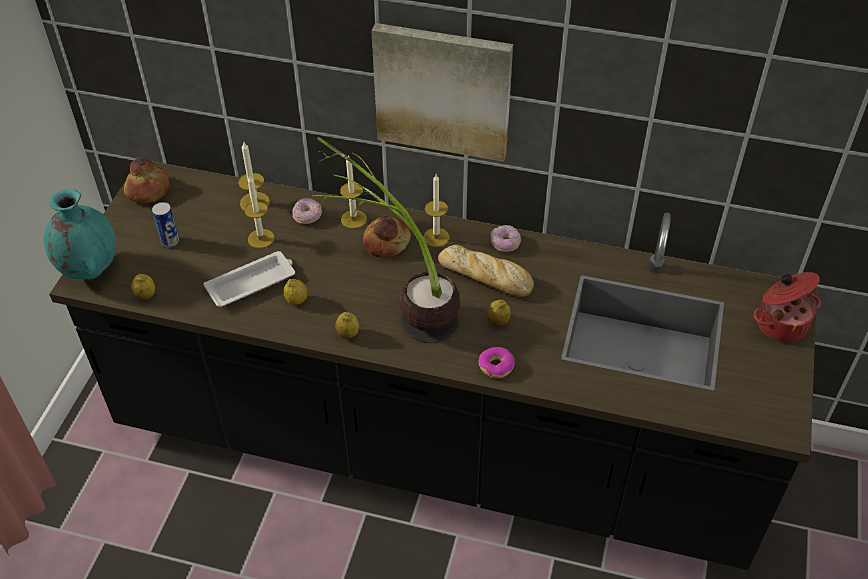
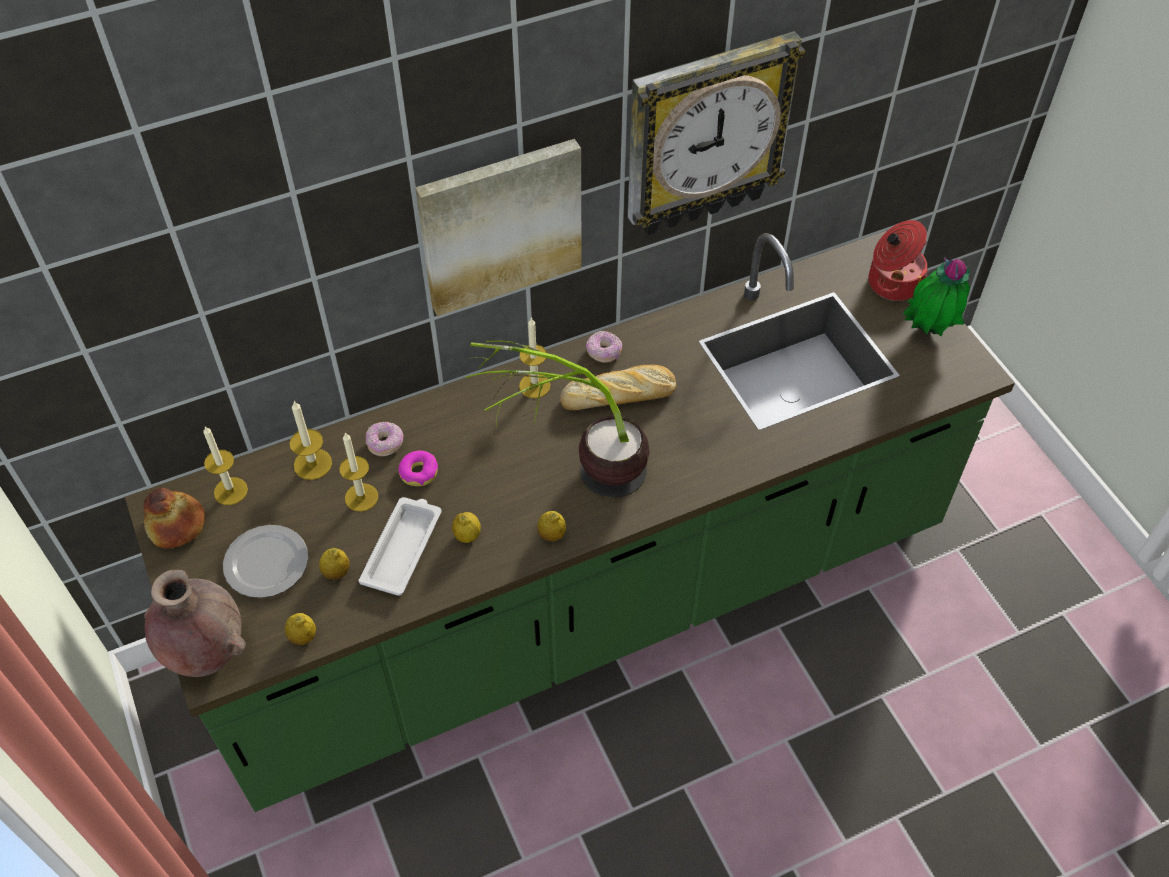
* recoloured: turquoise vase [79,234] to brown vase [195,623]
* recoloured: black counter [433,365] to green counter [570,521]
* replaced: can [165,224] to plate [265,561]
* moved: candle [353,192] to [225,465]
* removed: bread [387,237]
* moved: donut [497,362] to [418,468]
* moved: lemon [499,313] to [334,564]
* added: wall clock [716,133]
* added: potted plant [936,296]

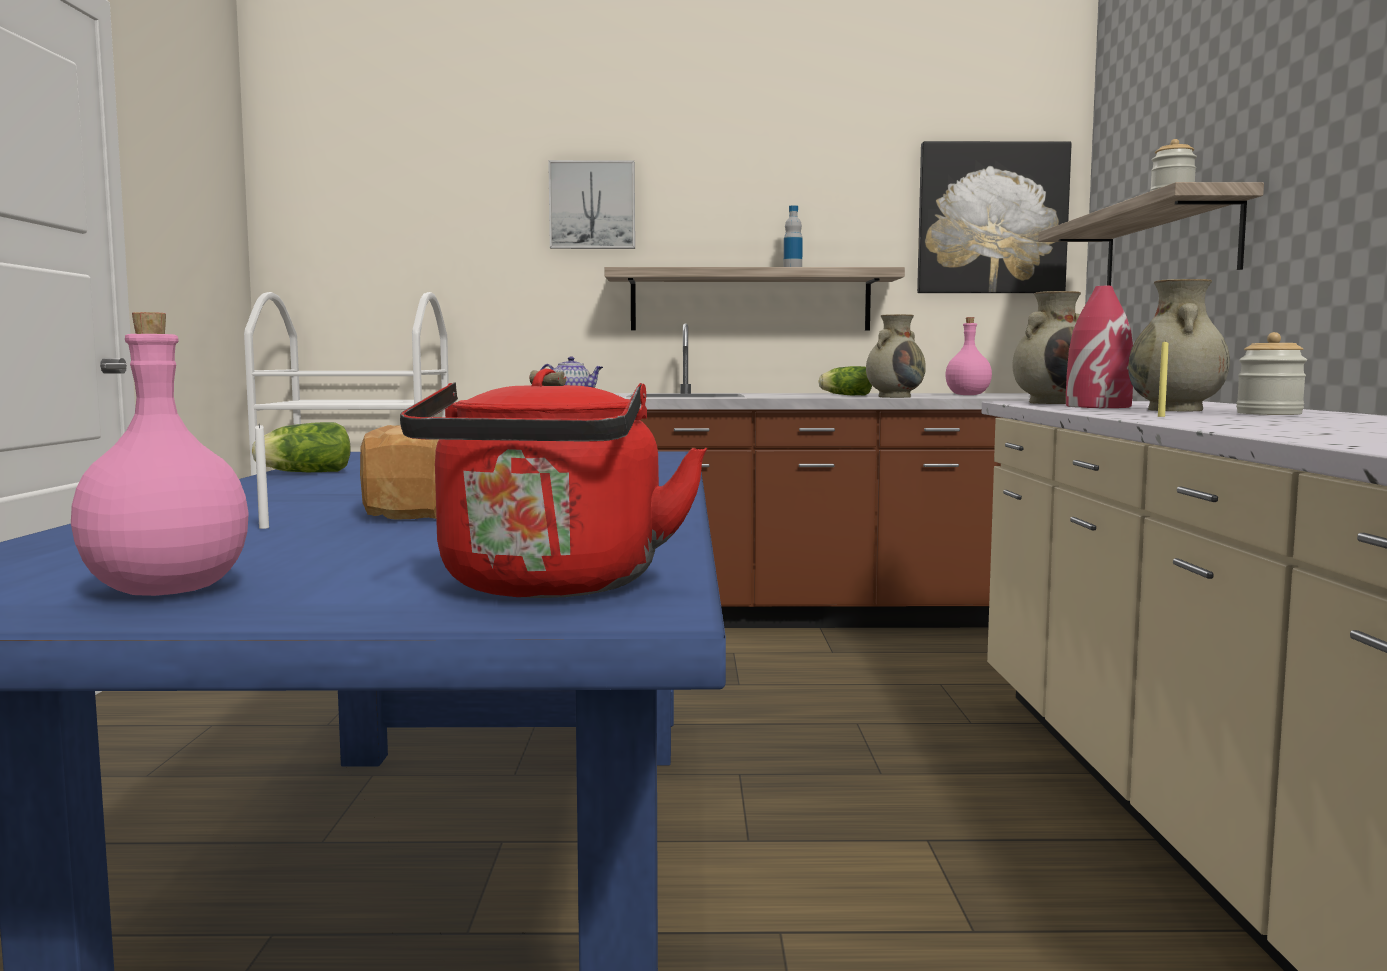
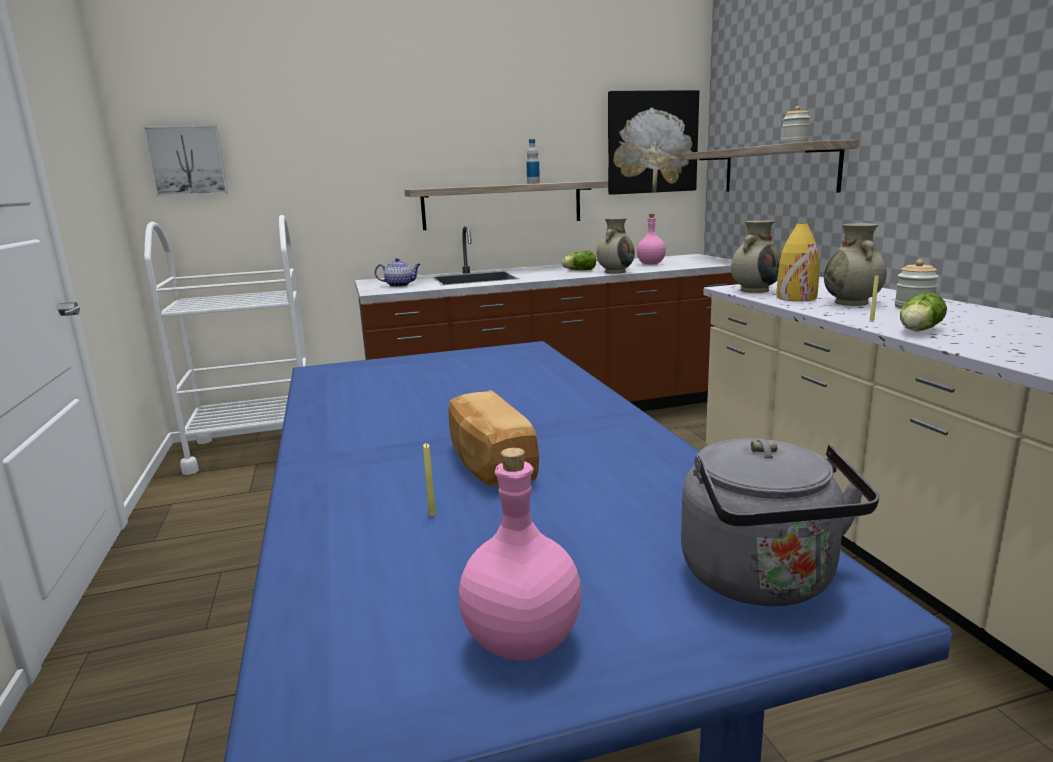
* moved: lettuce [301,447] to [923,311]
* recoloured: white candle [262,476] to yellow candle [429,479]
* recoloured: red kettle [553,483] to grey kettle [780,522]
* moved: picture [591,204] to [185,161]
* recoloured: red vase [1099,347] to yellow vase [798,262]

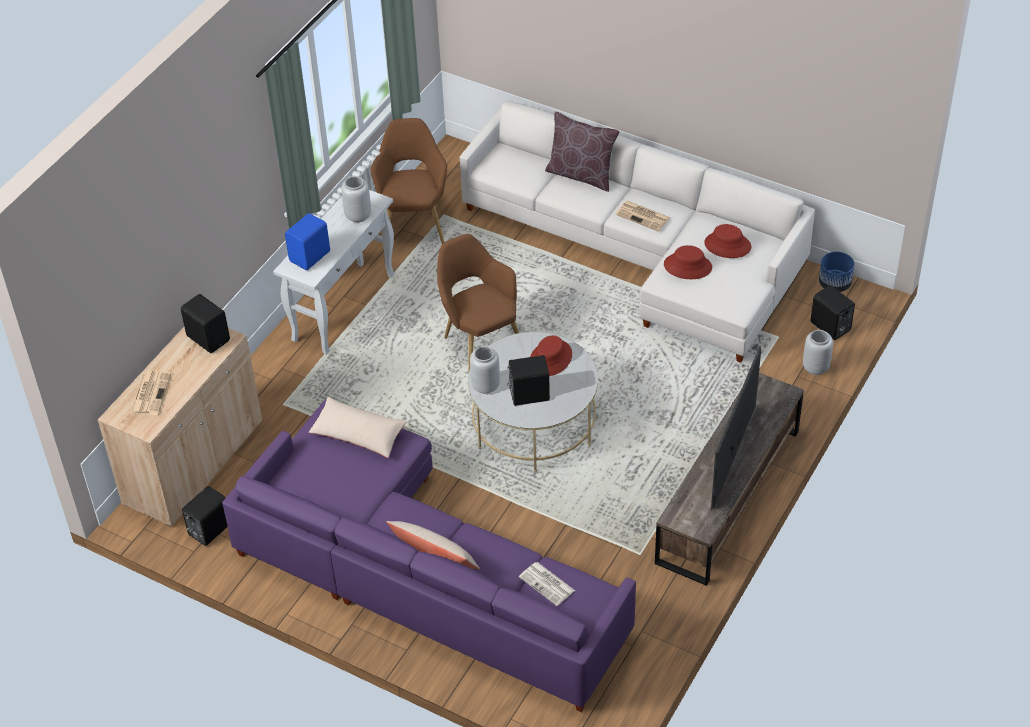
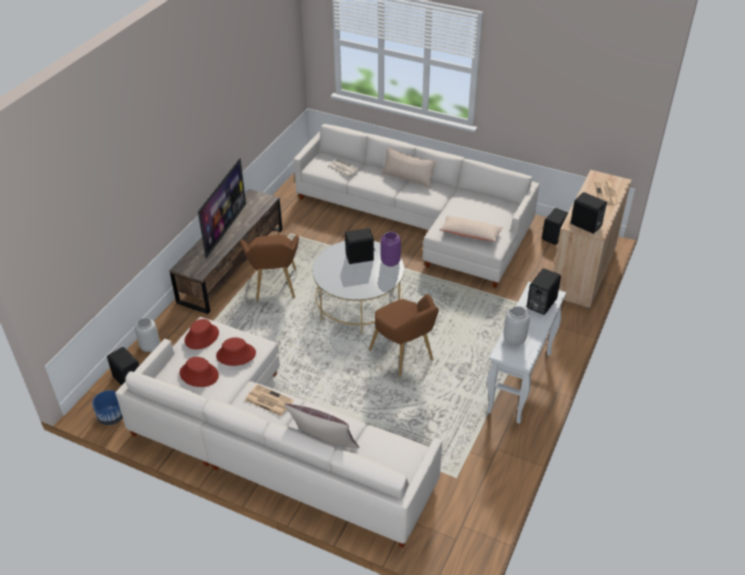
* recoloured: purple sofa [429,555] to white sofa [416,206]
* recoloured: blue speaker [307,241] to black speaker [544,292]
* moved: brown armchair [409,181] to [269,268]
* recoloured: grey vase [485,370] to purple vase [391,249]
* moved: red hat [551,355] to [201,334]

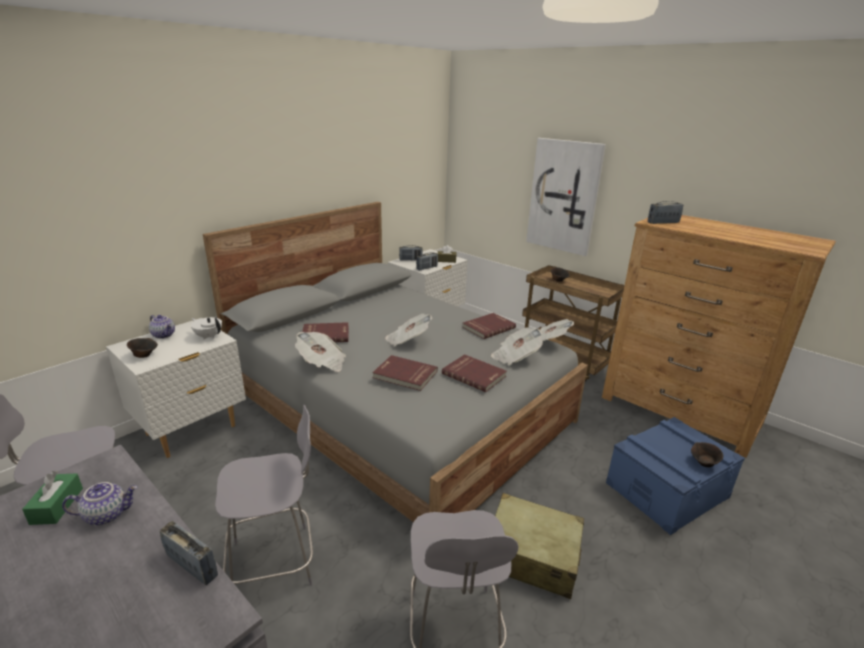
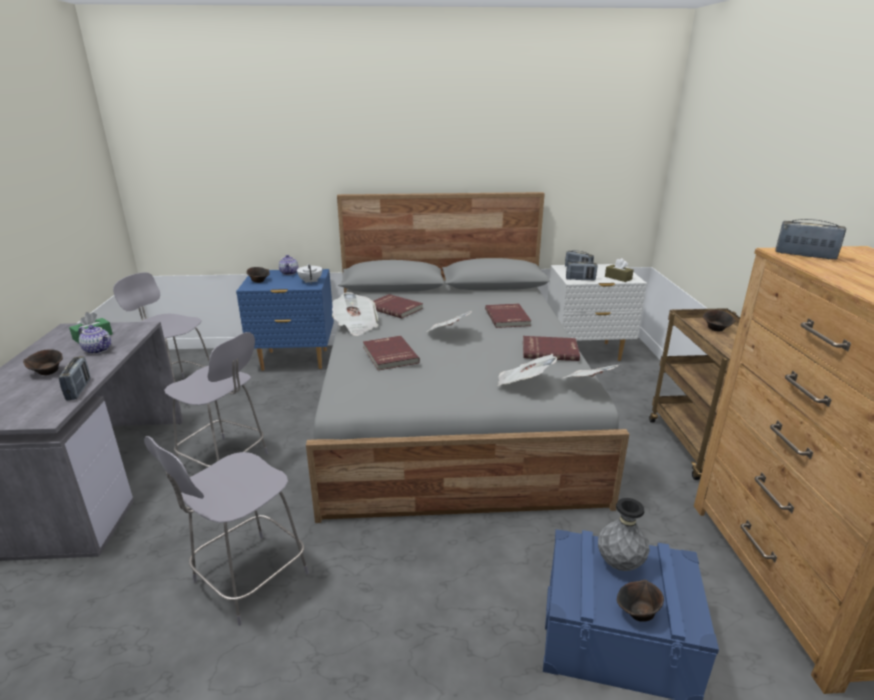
* recoloured: white nightstand [176,388] to blue nightstand [285,320]
* moved: red book [474,373] to [508,315]
* removed: beige suitcase [539,546]
* removed: picture [566,197]
* added: brown bowl [43,362]
* added: grey vase [624,534]

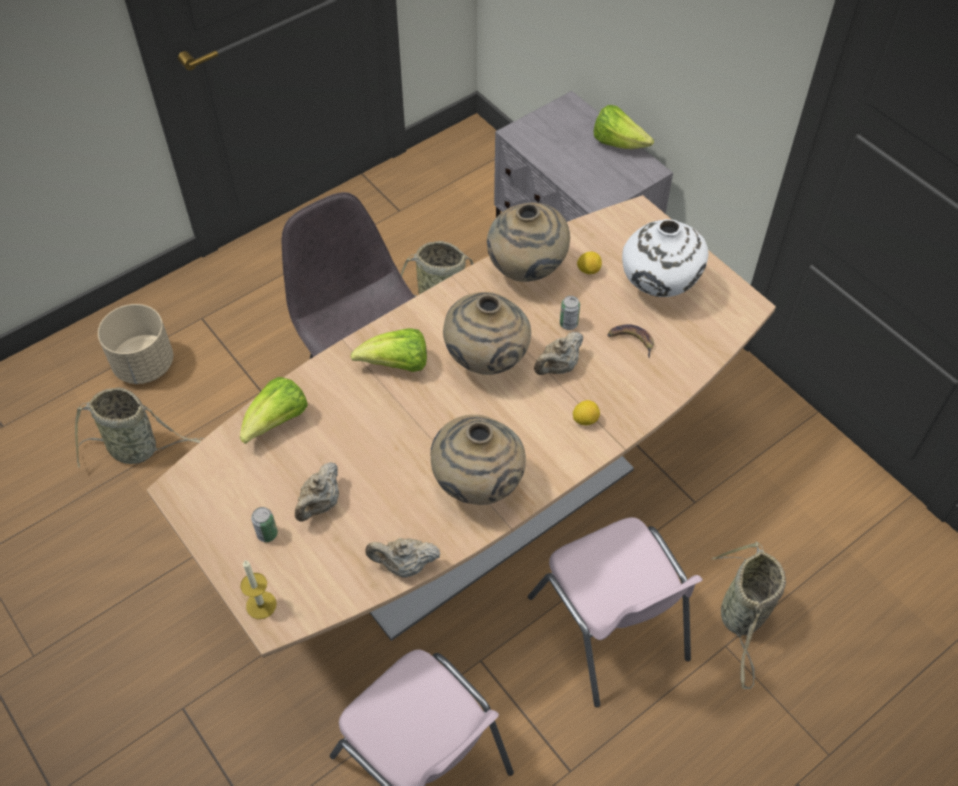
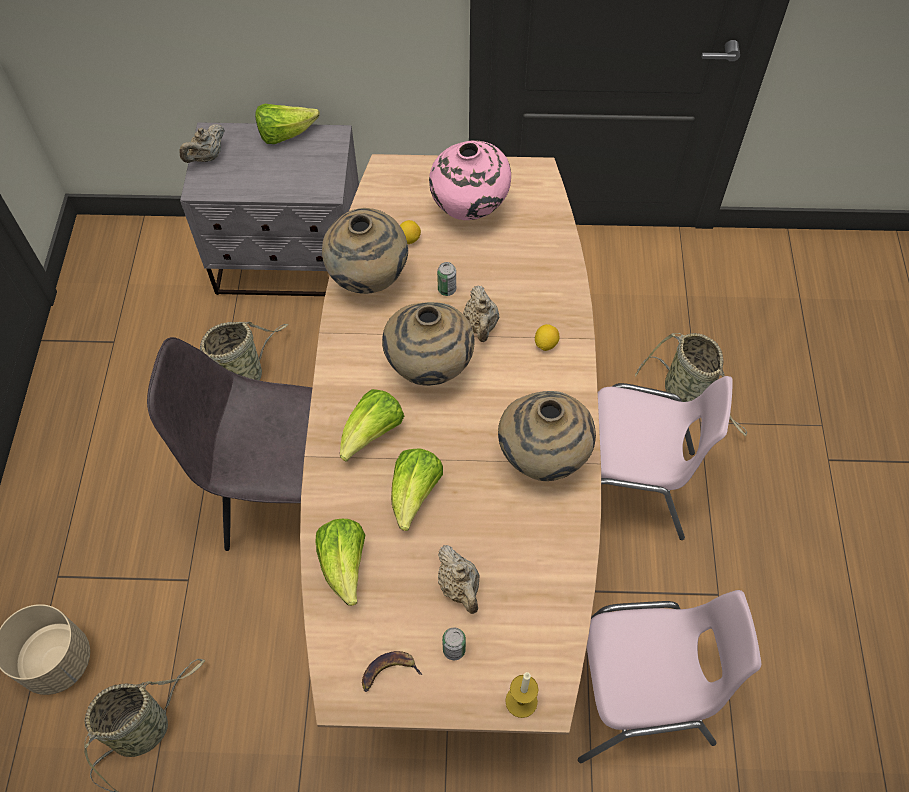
* moved: beige teapot [403,558] to [202,143]
* moved: banana [630,341] to [392,671]
* recoloured: white vase [665,258] to pink vase [470,180]
* added: lettuce [417,489]

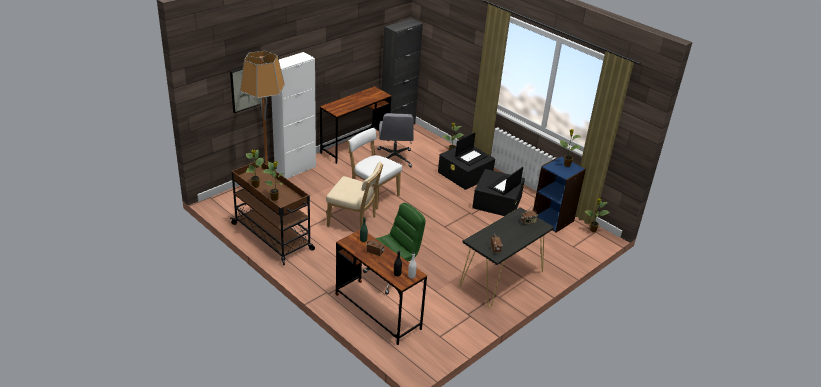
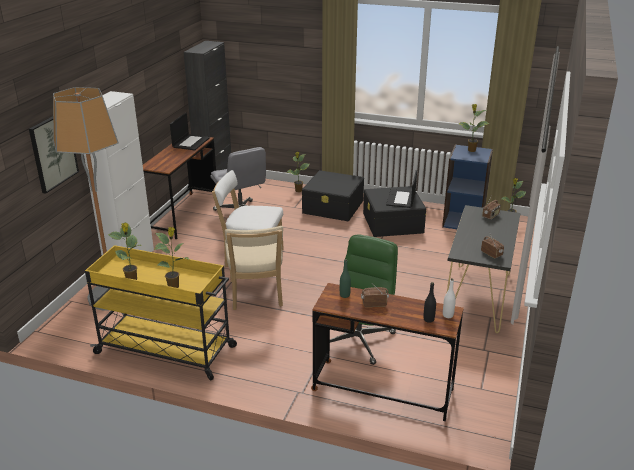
* recoloured: brown cart [272,213] to yellow cart [161,312]
* turned: beige chair [354,195] = [254,268] 90 degrees clockwise
* moved: laptop [471,149] to [190,131]

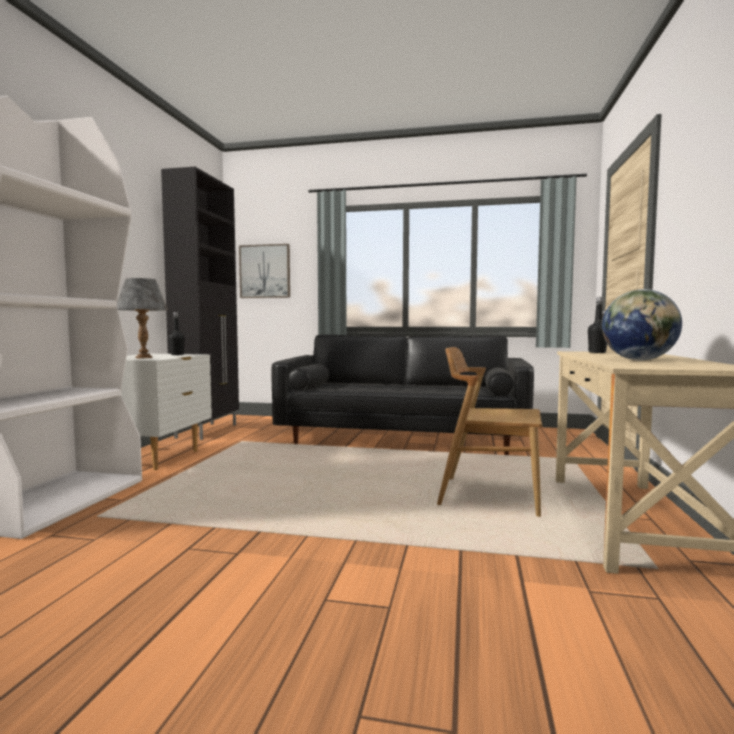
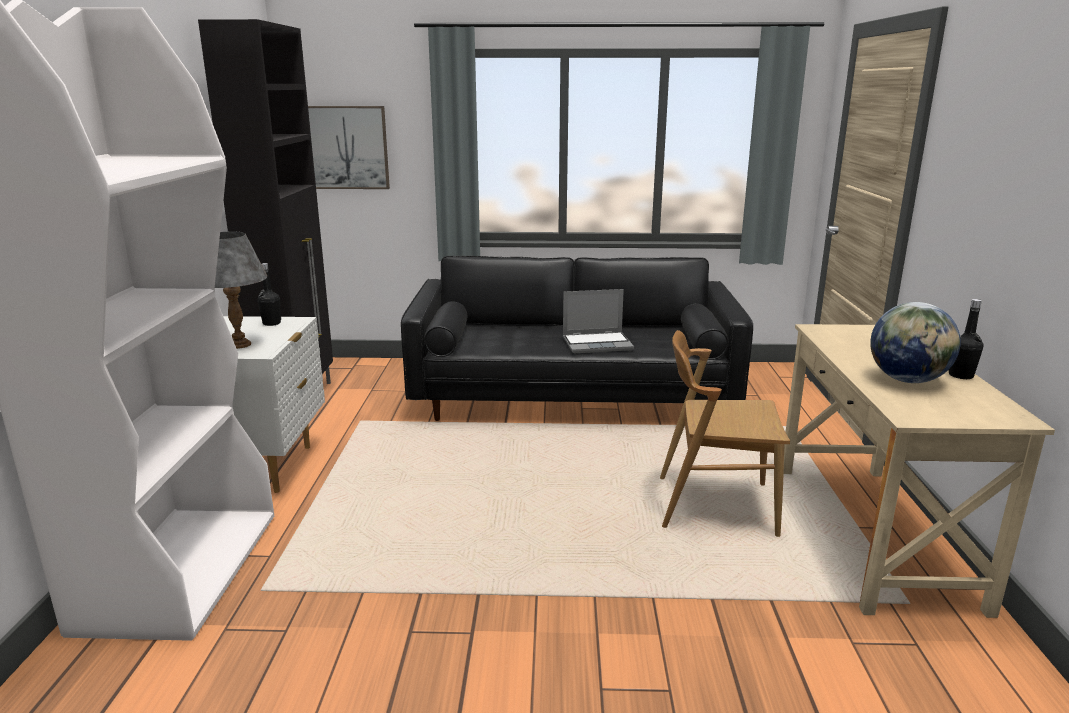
* moved: black bottle [597,325] to [965,339]
* added: laptop [598,321]

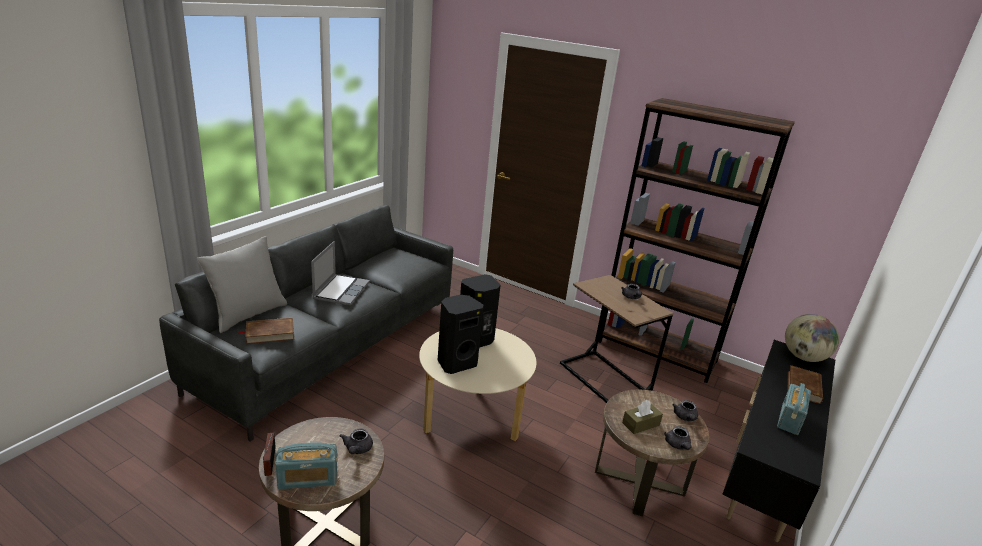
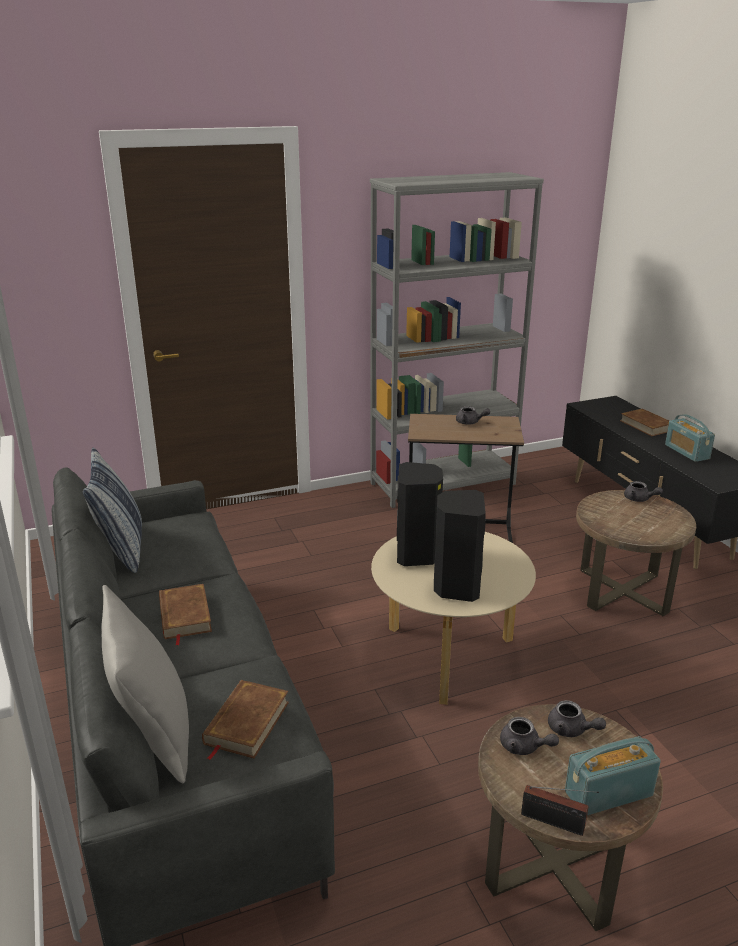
* turned: radio [306,465] = [613,775] 135 degrees counterclockwise
* replaced: laptop [340,273] to brown book [185,615]
* recoloured: brown bookcase [696,240] to grey bookcase [457,340]
* removed: brown tissue box [642,417]
* moved: grey teapot [678,438] to [529,736]
* removed: globe [812,338]
* added: pillow [112,510]

